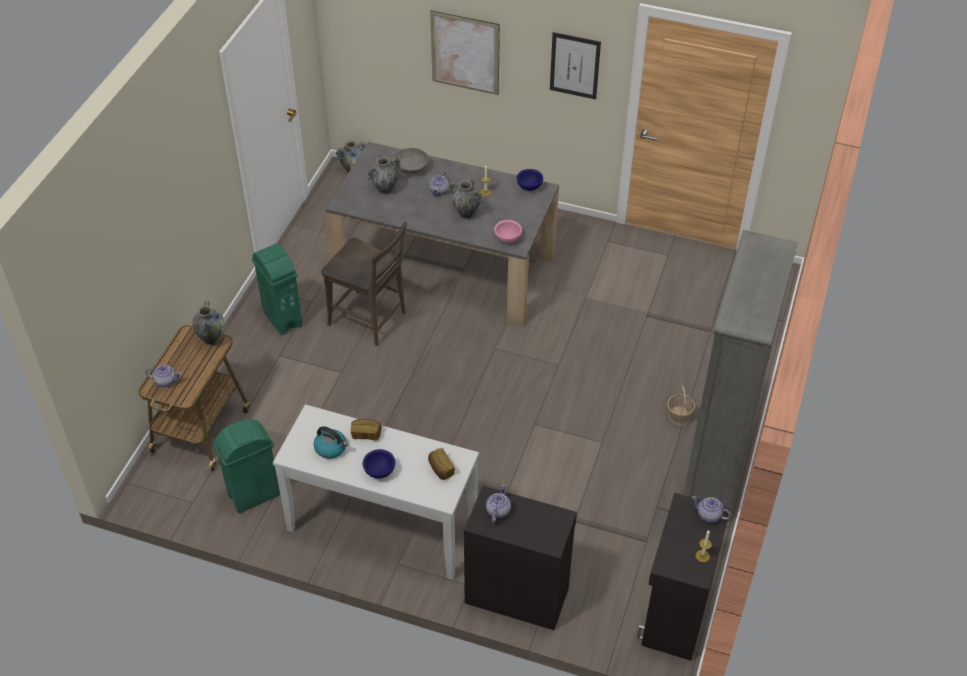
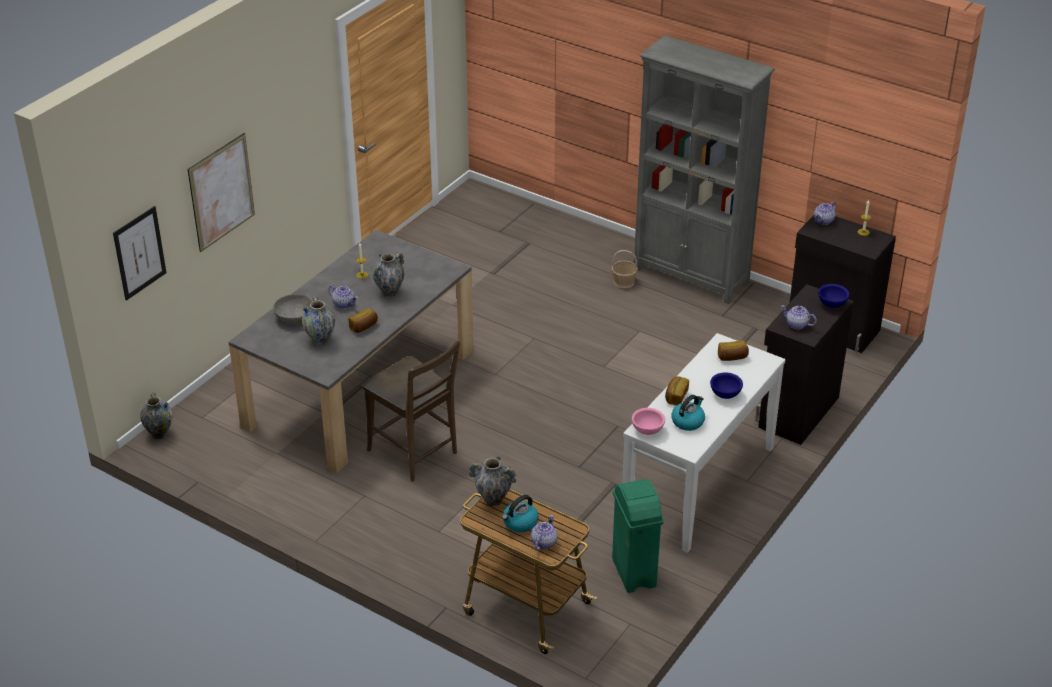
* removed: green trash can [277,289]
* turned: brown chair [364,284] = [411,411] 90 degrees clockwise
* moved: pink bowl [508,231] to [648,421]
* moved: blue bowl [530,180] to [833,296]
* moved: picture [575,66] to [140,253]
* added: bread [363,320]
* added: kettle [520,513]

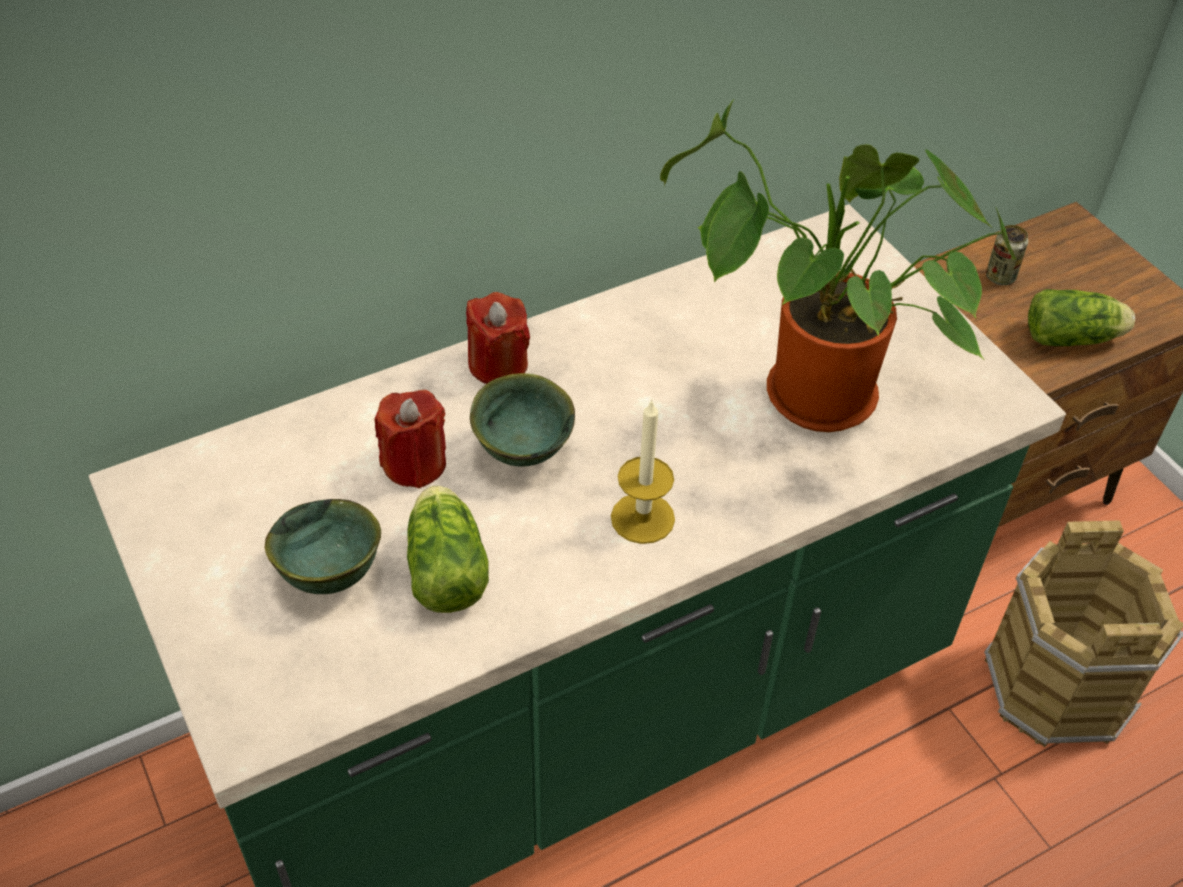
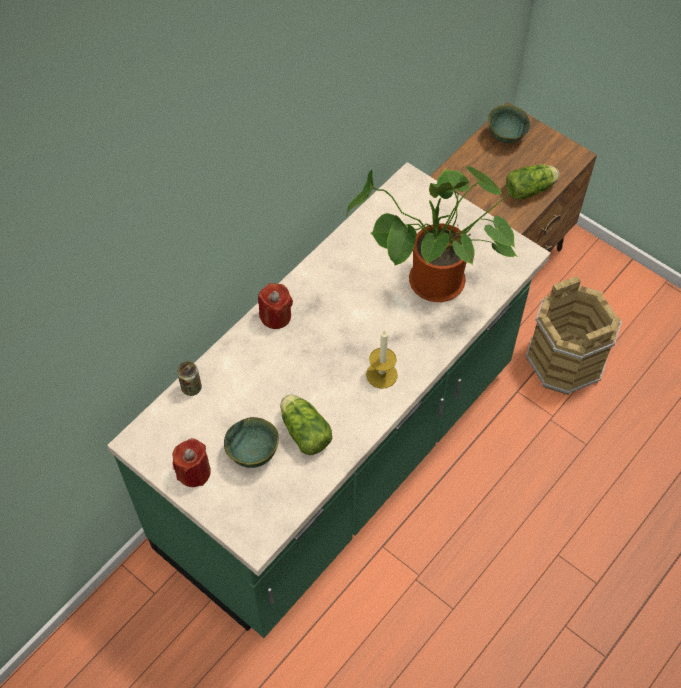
* moved: red candle [410,439] to [192,462]
* moved: green bowl [522,420] to [509,124]
* moved: can [1007,255] to [189,378]

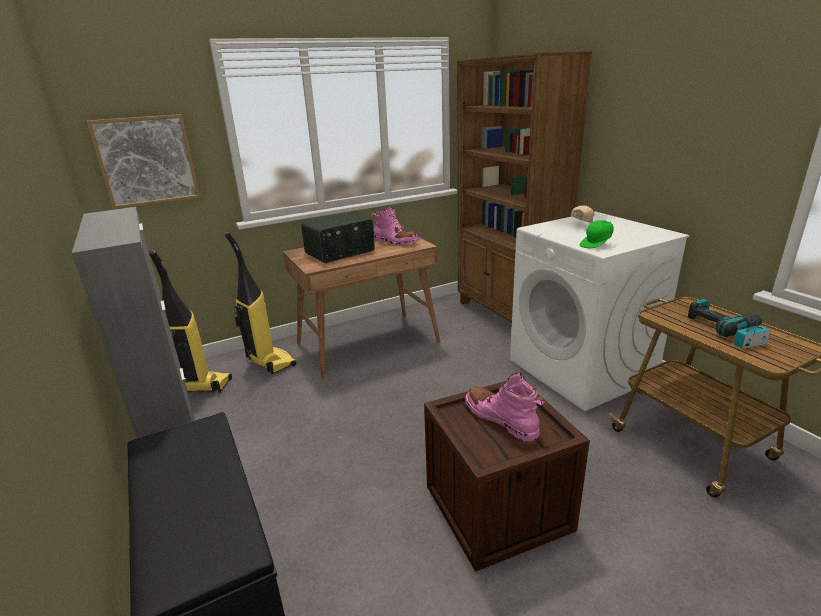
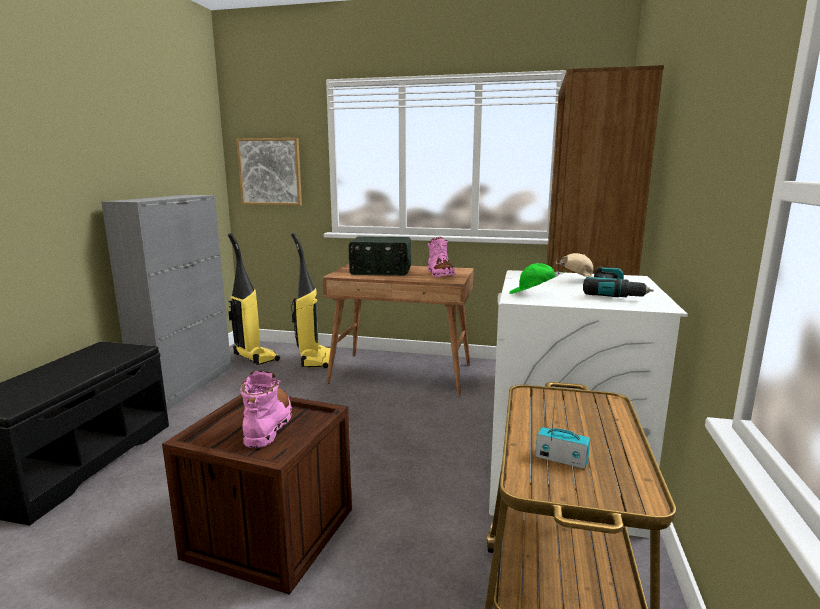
* moved: power drill [725,318] to [618,282]

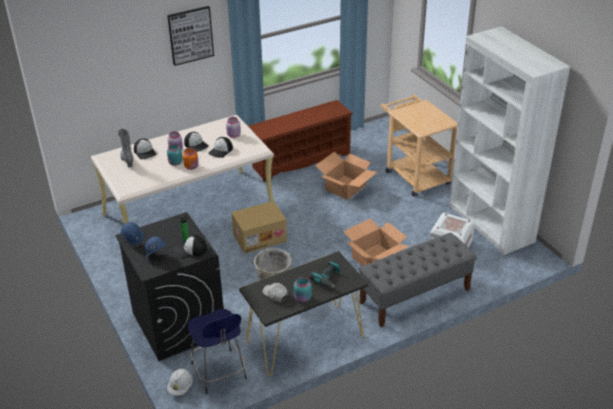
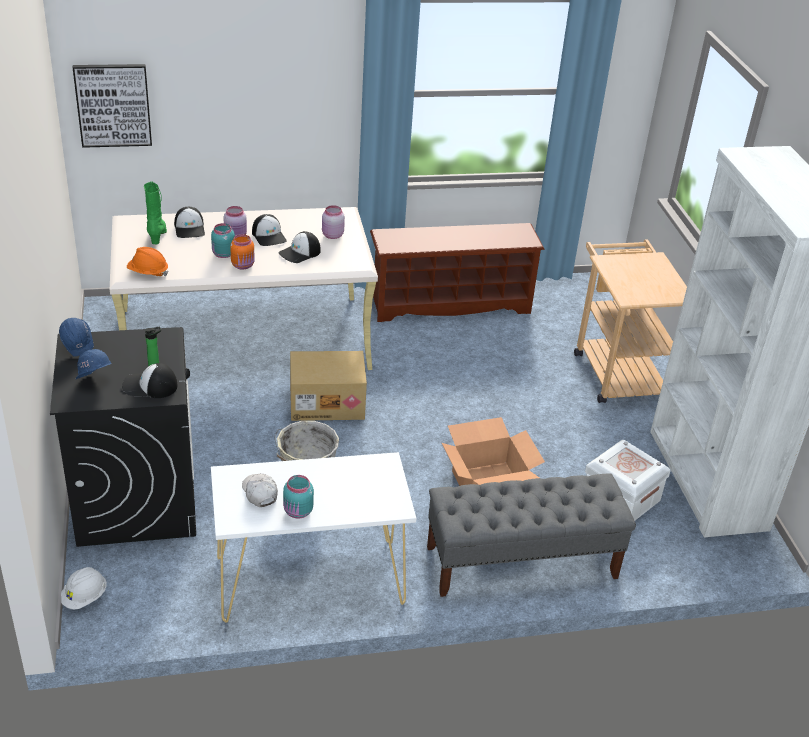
* recoloured: grey boot [126,148] to green boot [155,212]
* moved: picture [190,36] to [112,106]
* removed: blue stool [217,351]
* recoloured: black console table [303,313] to white console table [313,537]
* removed: power drill [325,275]
* removed: cardboard box [346,176]
* added: orange hard hat [147,261]

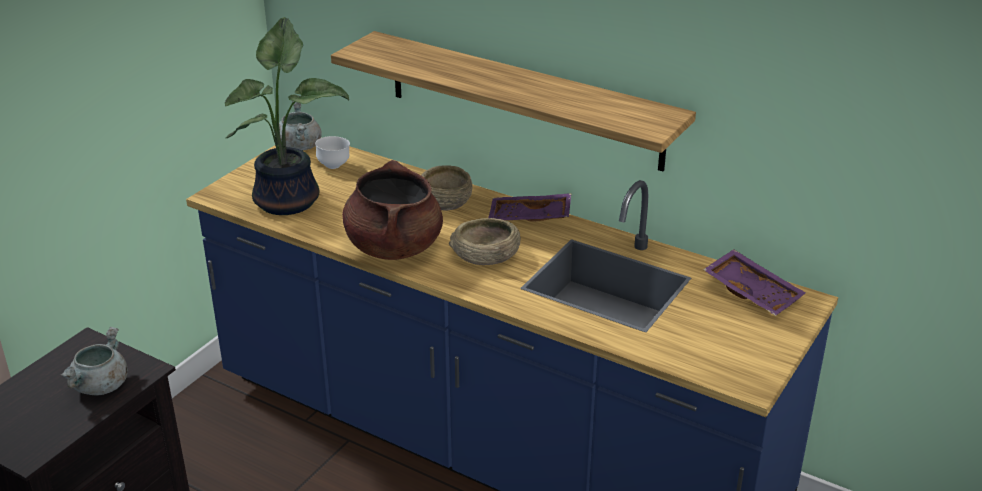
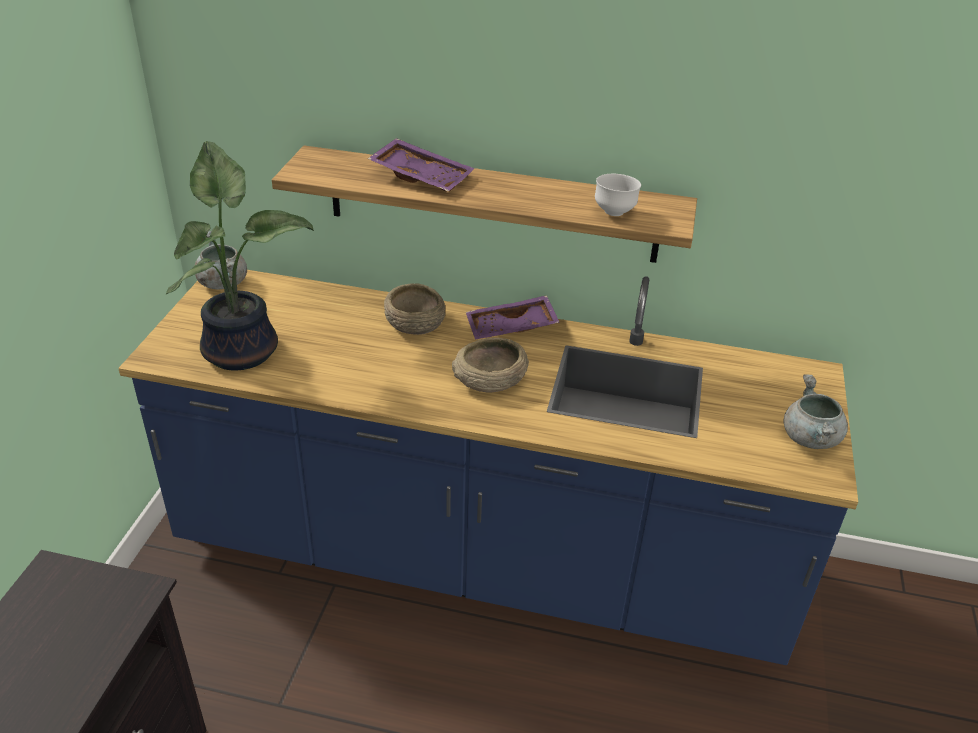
* moved: grey cooking pot [94,361] to [815,411]
* moved: white bowl [332,152] to [618,195]
* removed: brown cooking pot [392,210]
* moved: purple tray [754,282] to [421,165]

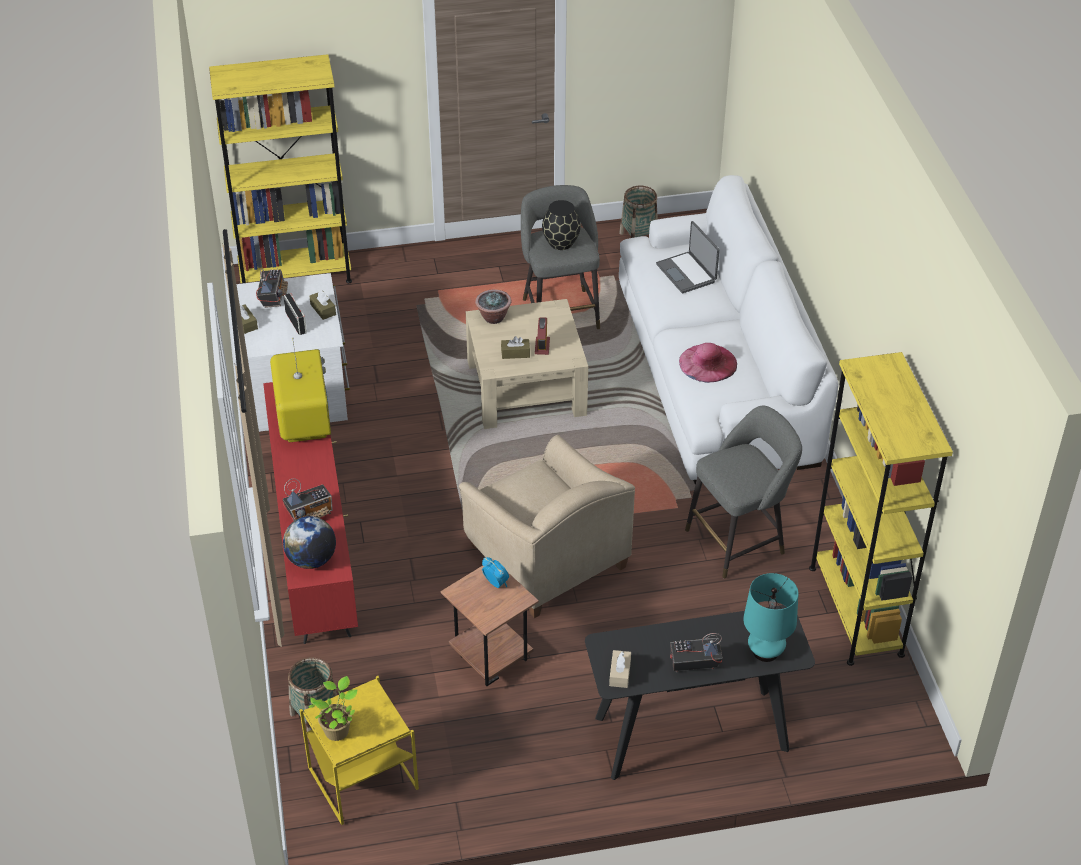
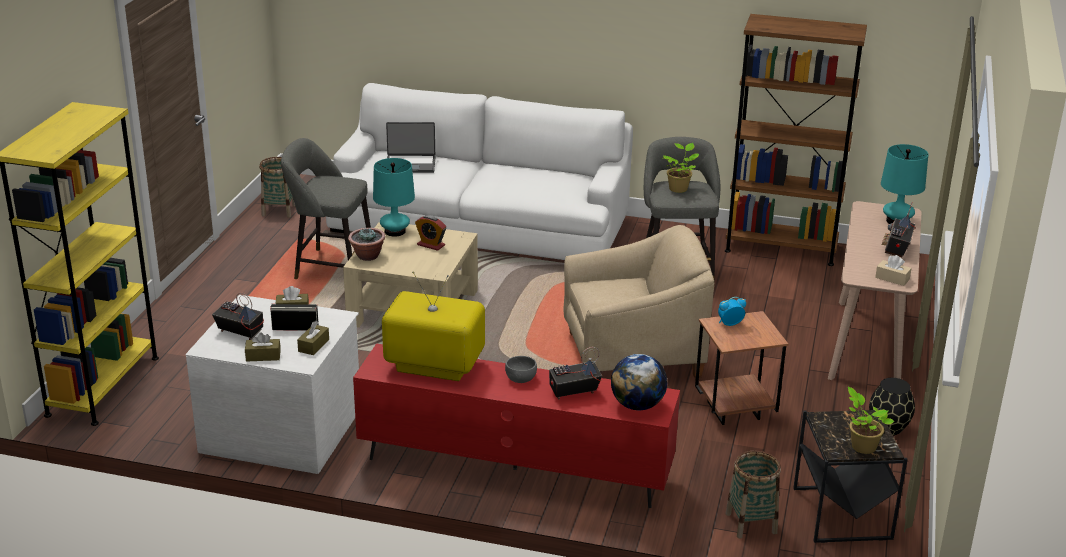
* turned: radio [307,499] = [575,373] 105 degrees counterclockwise
* recoloured: yellow side table [359,750] to black side table [850,475]
* moved: brown tissue box [515,347] to [313,338]
* moved: black vase [561,225] to [892,406]
* recoloured: black console table [700,692] to beige console table [875,290]
* removed: pink hat [708,363]
* recoloured: yellow bookcase [881,509] to brown bookcase [796,140]
* added: turquoise table lamp [394,197]
* added: grey bowl [521,369]
* added: potted plant [681,168]

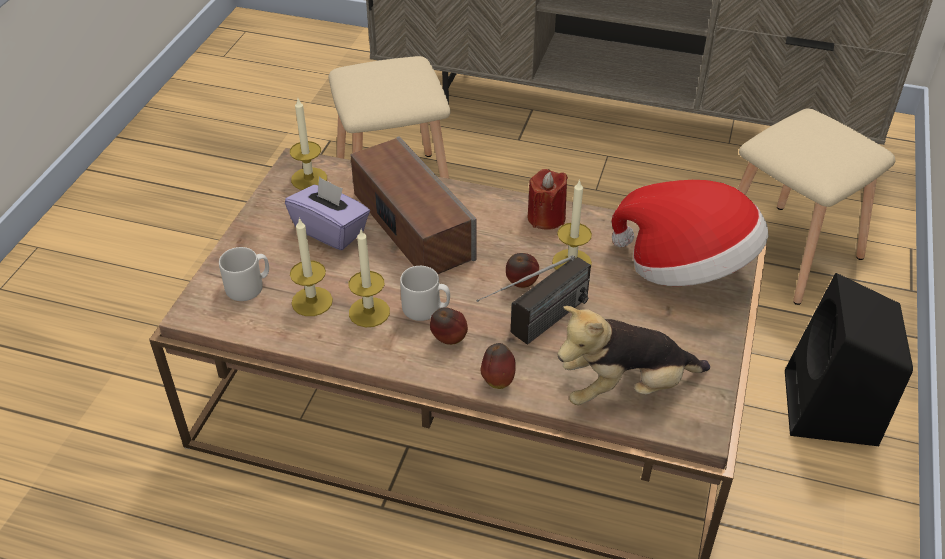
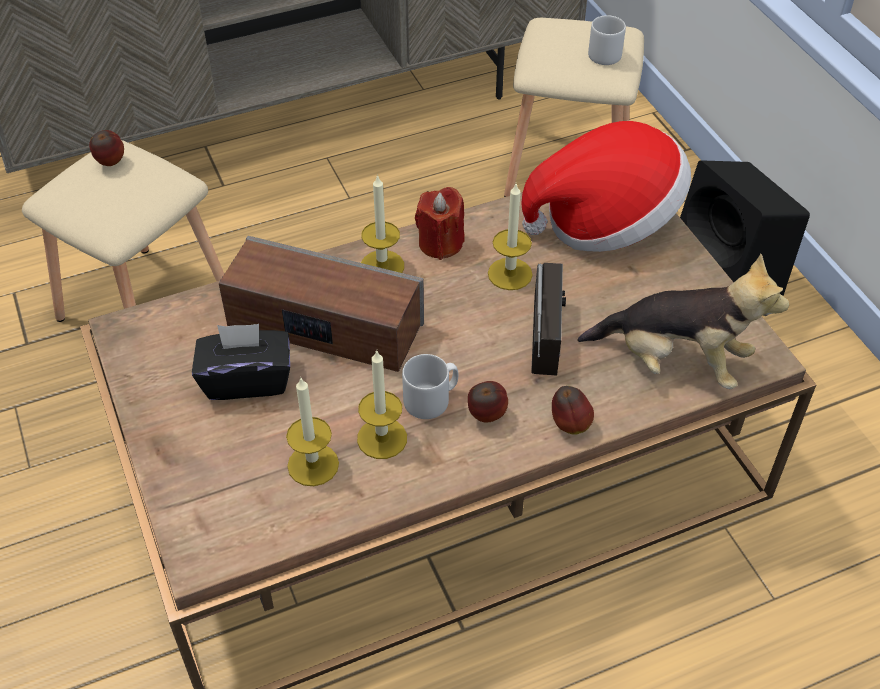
* moved: grey mug [244,274] to [607,40]
* recoloured: purple tissue box [327,213] to black tissue box [241,362]
* moved: candle [308,144] to [382,223]
* moved: apple [522,270] to [106,148]
* turned: plush toy [633,355] = [683,321] 105 degrees counterclockwise

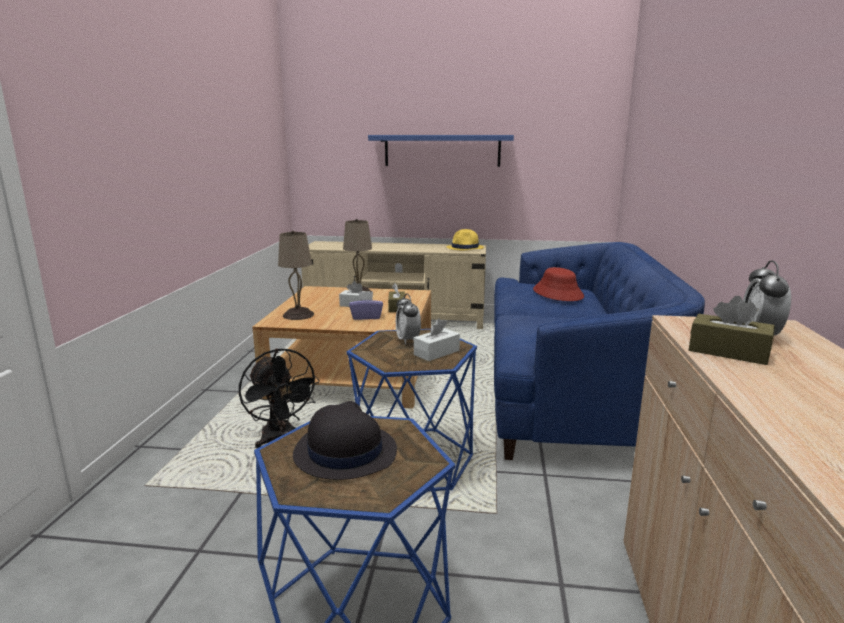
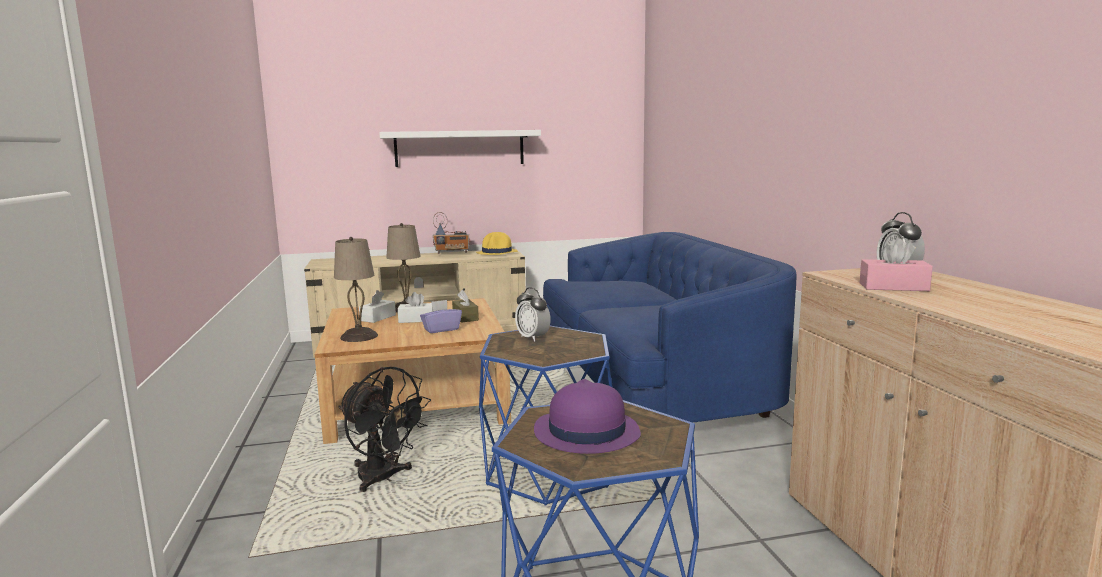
* recoloured: black hat [345,440] to purple hat [587,416]
* recoloured: blue shelf [441,151] to white shelf [460,148]
* moved: white tissue box [437,339] to [377,306]
* removed: red hat [558,284]
* recoloured: brown tissue box [732,330] to pink tissue box [896,264]
* added: radio [451,233]

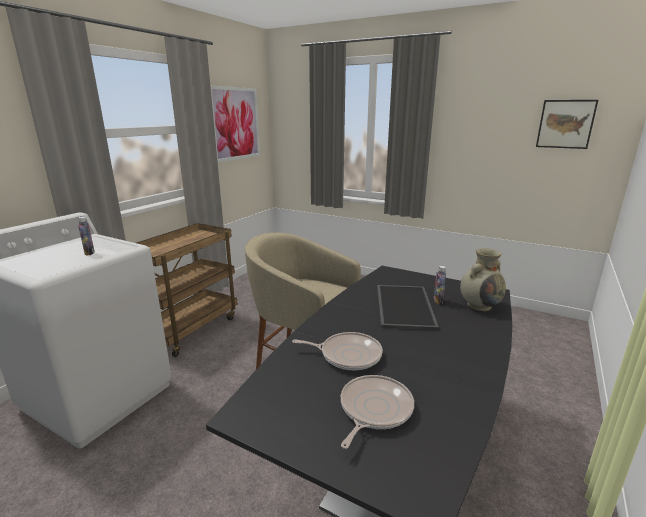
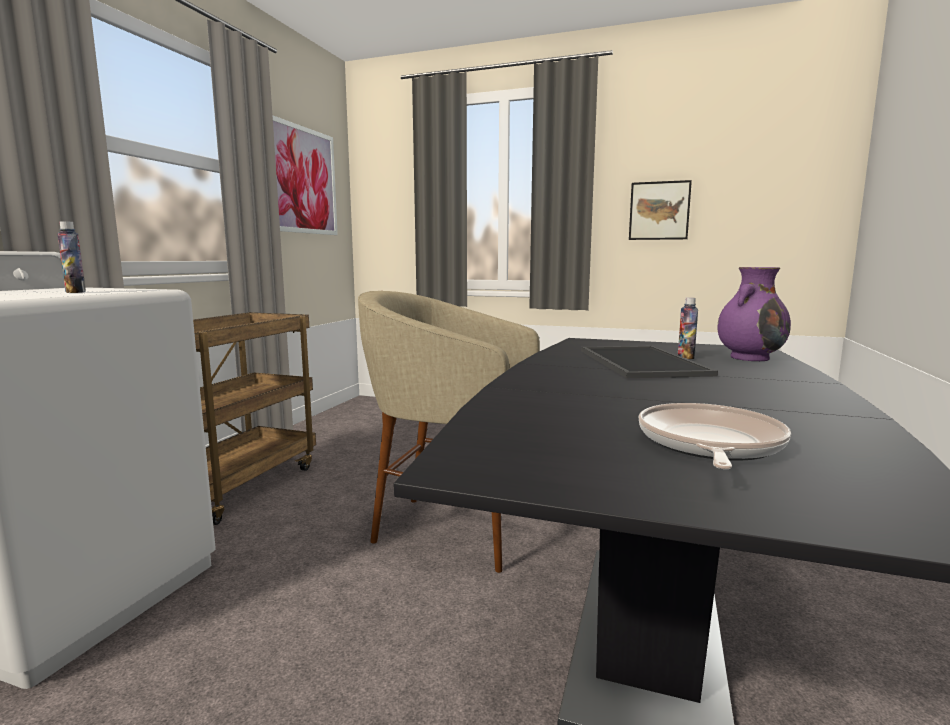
* removed: frying pan [337,351]
* recoloured: beige vase [483,279] to purple vase [754,314]
* moved: picture [567,124] to [660,210]

